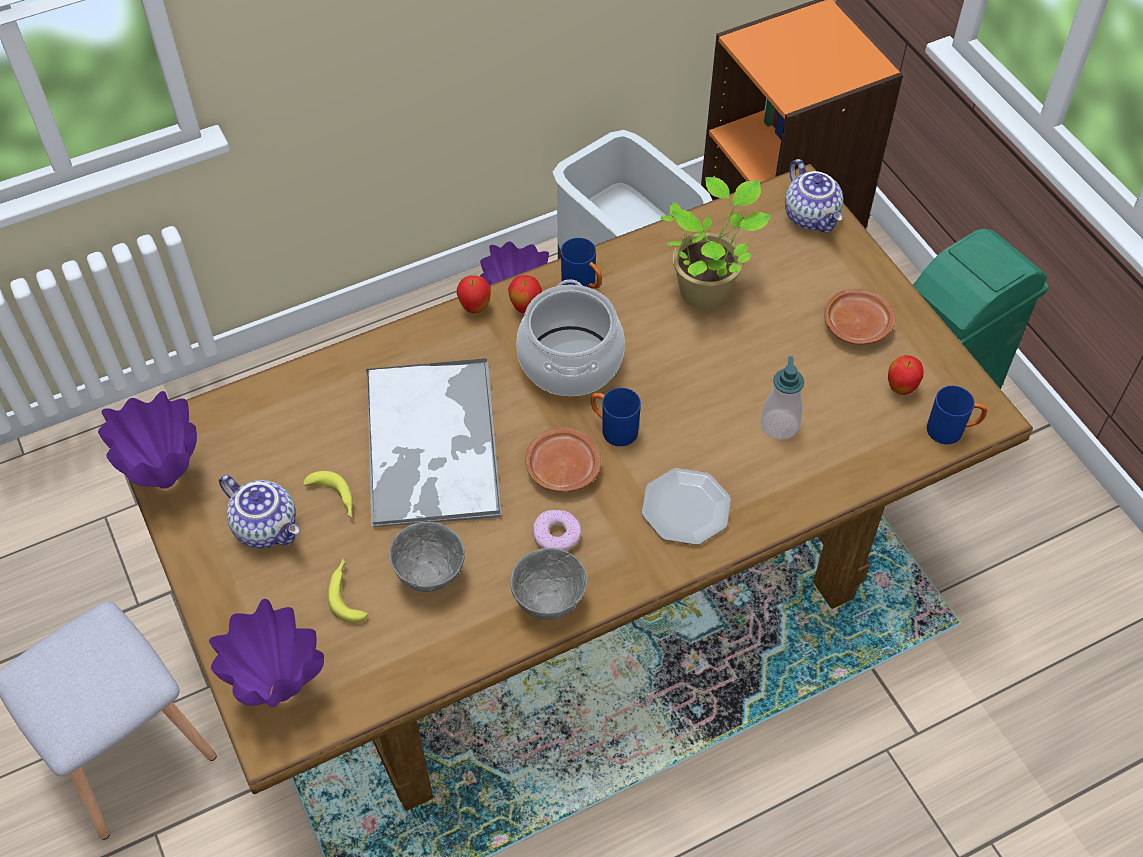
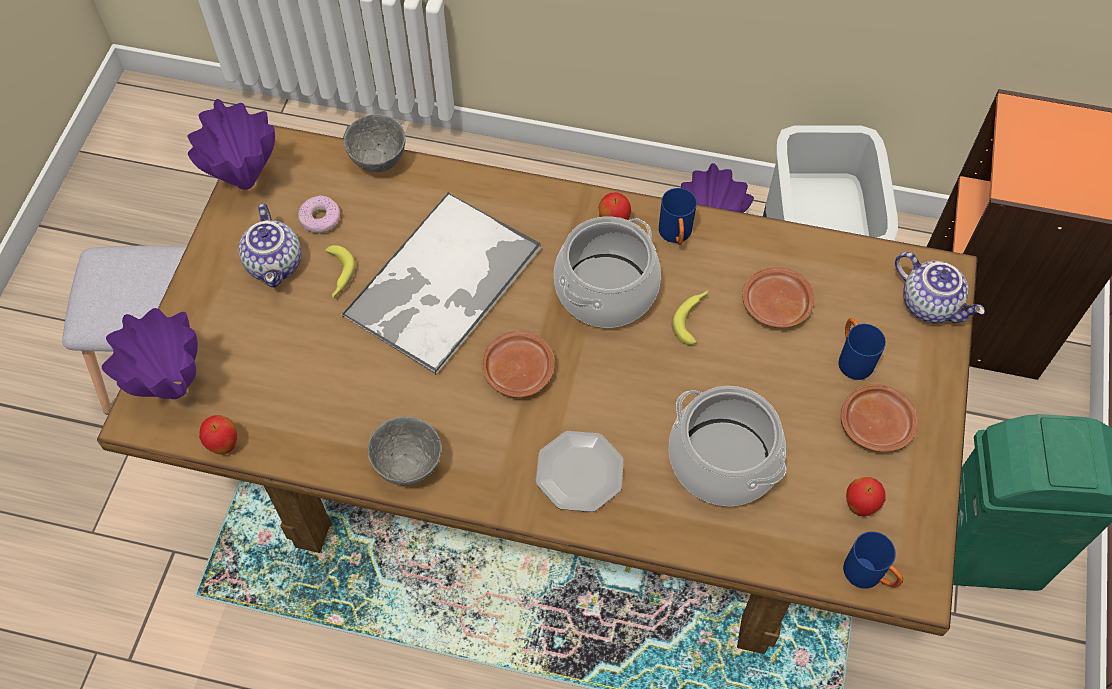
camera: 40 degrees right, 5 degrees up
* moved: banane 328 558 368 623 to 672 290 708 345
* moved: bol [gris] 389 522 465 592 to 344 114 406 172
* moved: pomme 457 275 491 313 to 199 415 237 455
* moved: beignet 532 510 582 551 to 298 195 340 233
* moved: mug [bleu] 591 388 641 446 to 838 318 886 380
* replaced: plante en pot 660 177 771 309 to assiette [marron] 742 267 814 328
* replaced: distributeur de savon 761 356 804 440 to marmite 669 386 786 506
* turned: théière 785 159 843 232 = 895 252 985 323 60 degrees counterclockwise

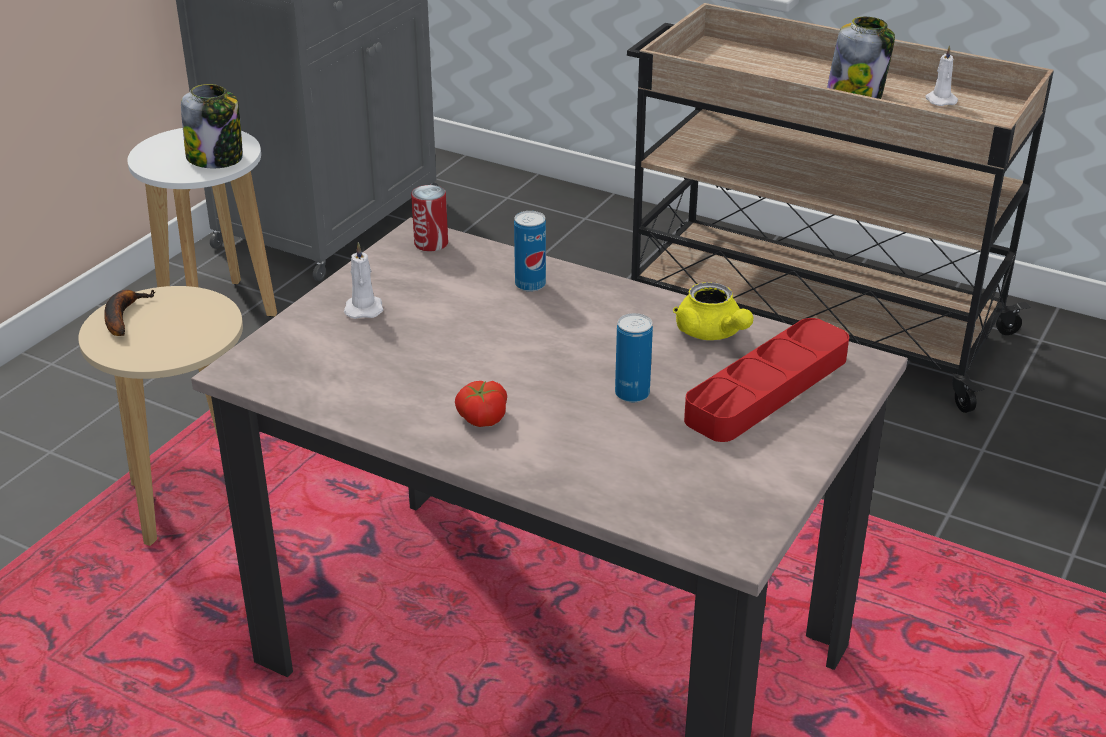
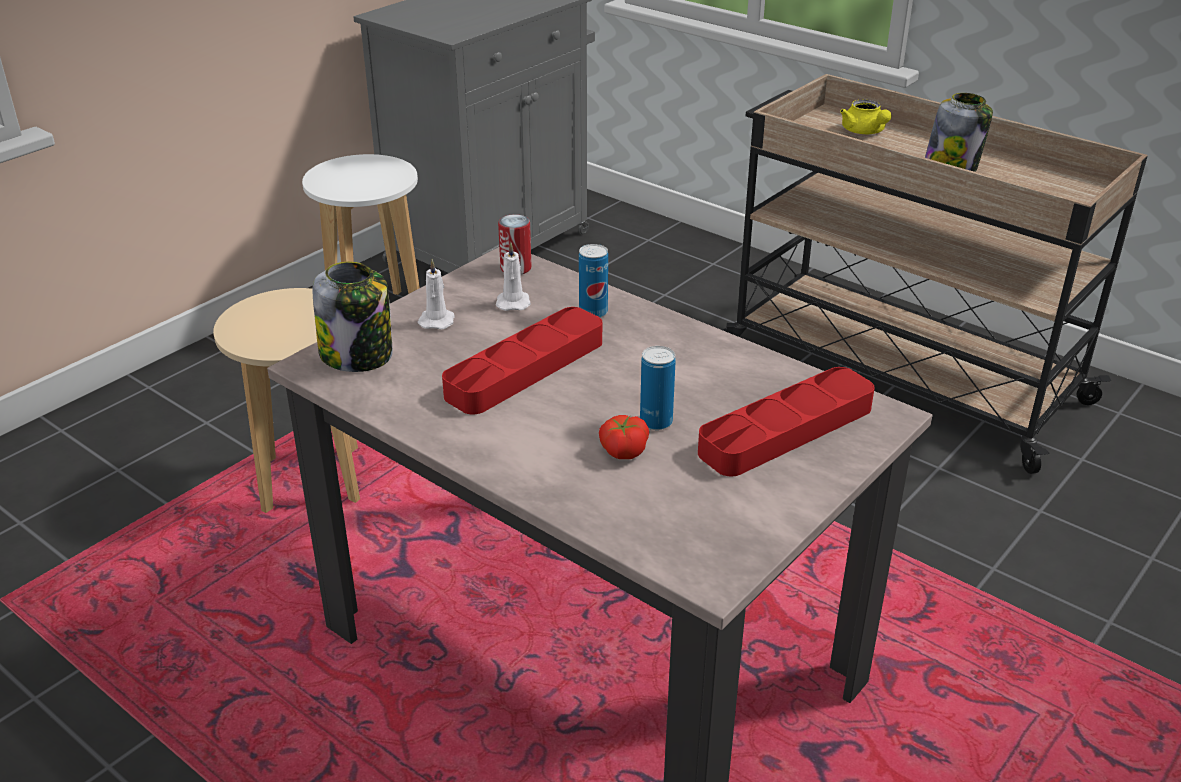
camera: 10 degrees right, 0 degrees up
* removed: banane 104 290 156 336
* moved: bocal 181 84 243 168 to 312 262 393 372
* moved: tomate 455 381 507 427 to 599 415 649 459
* moved: théière [jaune] 673 282 753 340 to 840 99 892 134
* moved: bougie [blanc] 925 45 958 106 to 496 242 531 311
* added: plateau [rouge] 442 307 602 414

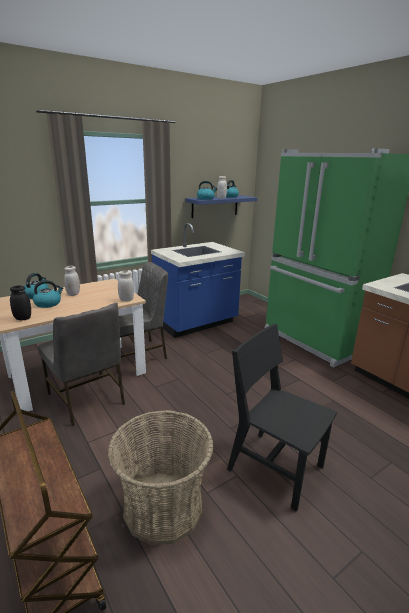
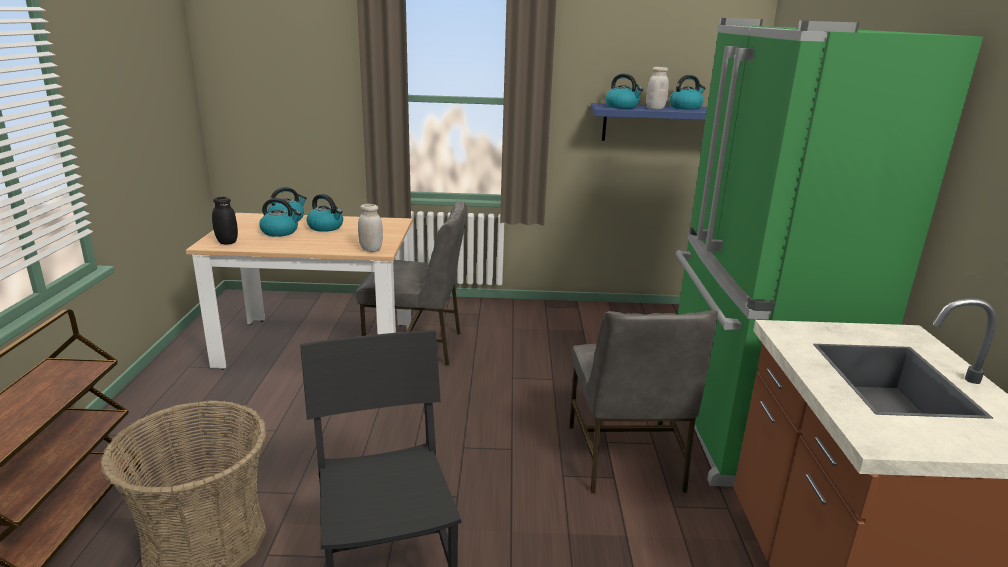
camera: 35 degrees right, 0 degrees up
* moved: chaise [gris] 38 303 125 426 to 569 310 718 494
* replaced: bocal [blanc] 64 266 80 296 to bouilloire 306 194 343 232
* removed: comptoir de cuisine [bleu] 151 223 245 338

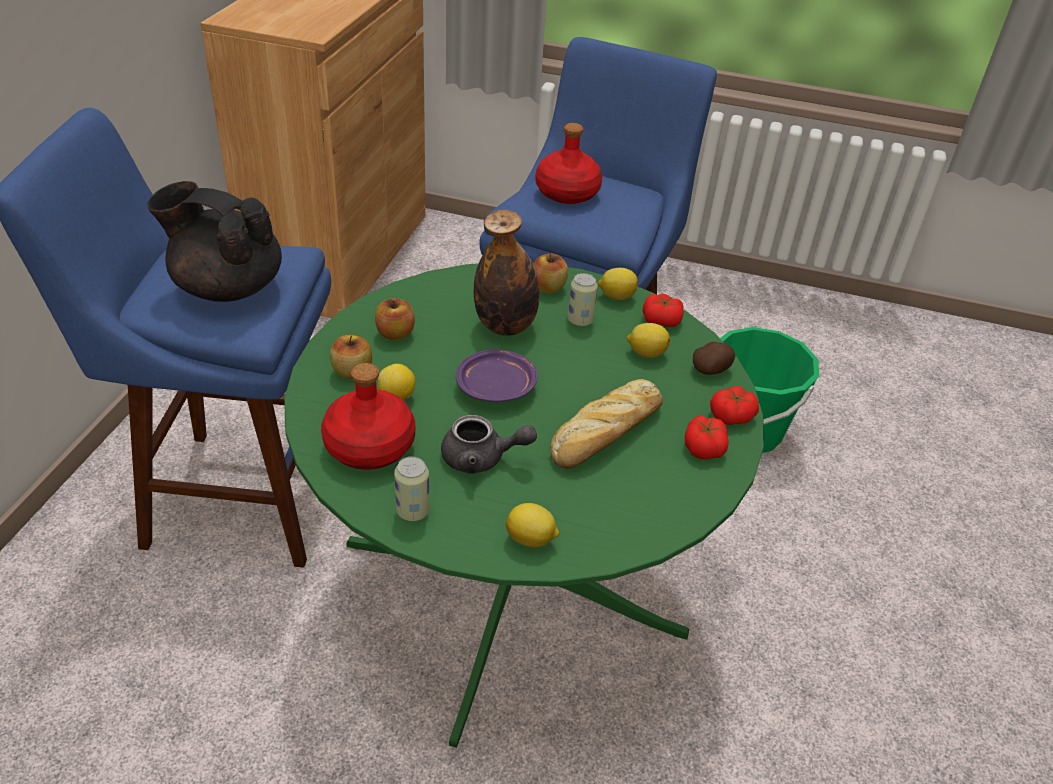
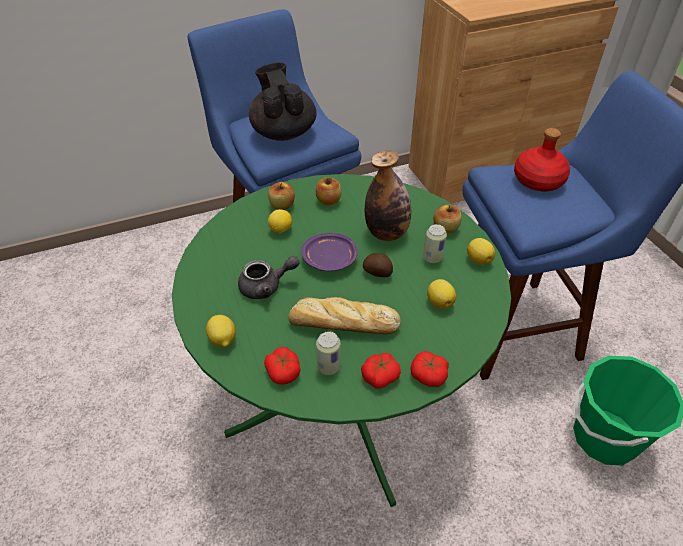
camera: 55 degrees right, 5 degrees up
* removed: bouteille [rouge] 321 363 415 470
* moved: boîte métallique 394 457 429 521 to 316 331 341 375
* turned: théière [gris] 441 415 537 474 = 238 256 300 299 75 degrees counterclockwise
* moved: tomate 643 294 684 327 to 264 347 301 384
* moved: pomme de terre 693 342 735 375 to 363 253 393 277

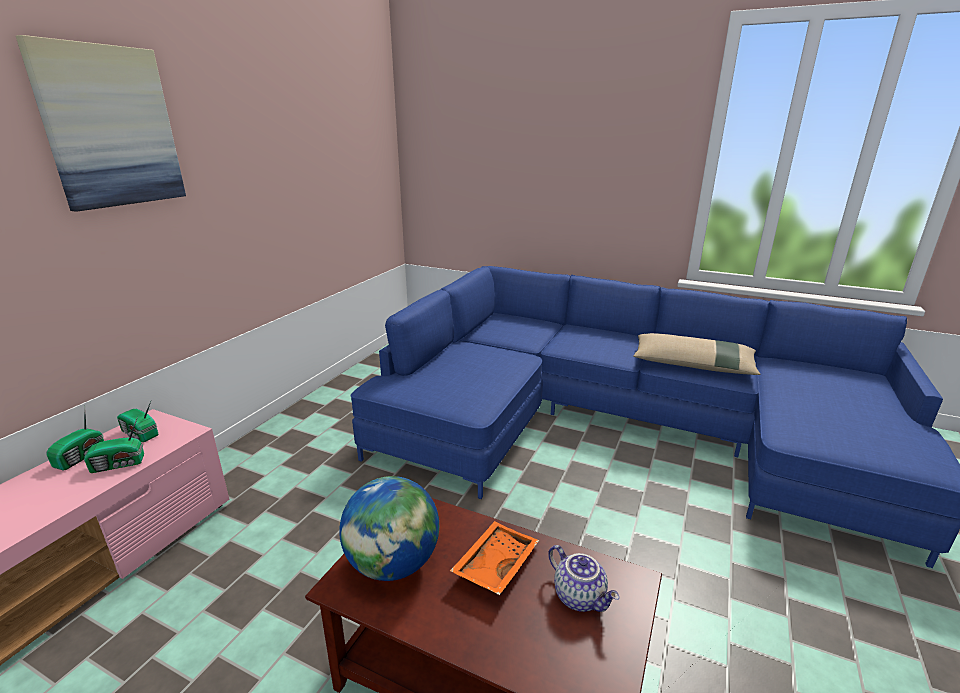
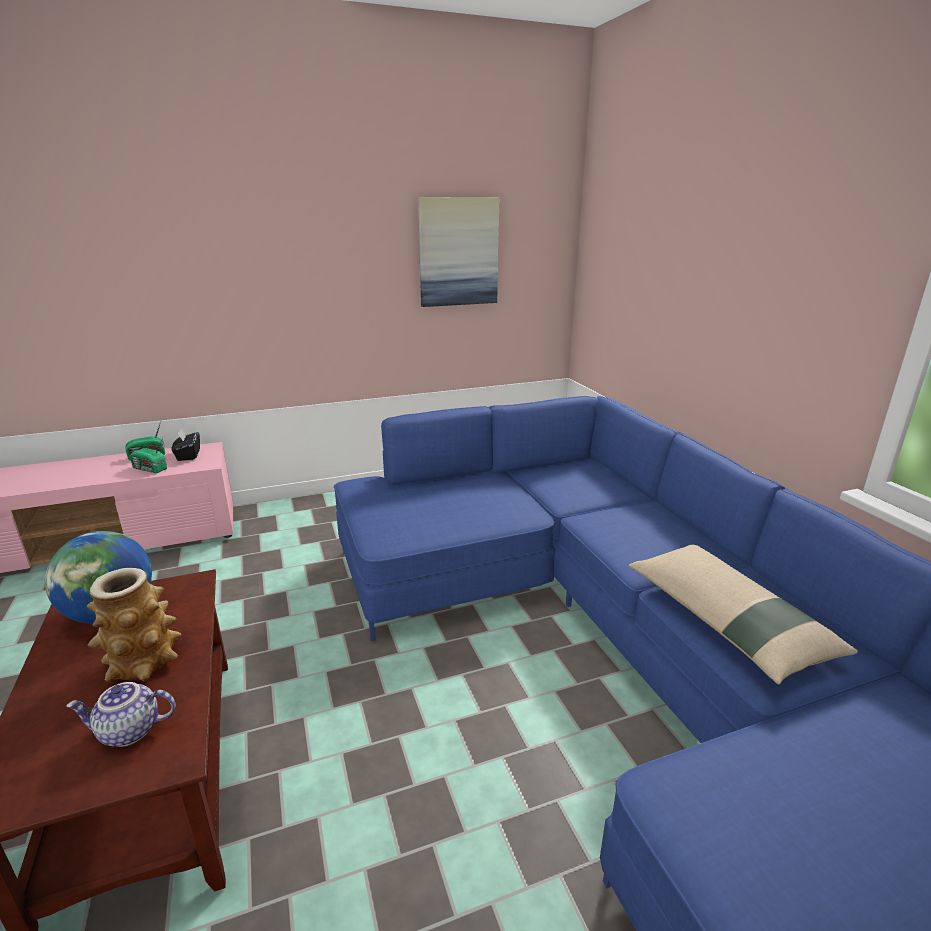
camera: 45 degrees right, 0 degrees up
* moved: tableau 16 35 186 212 to 418 197 499 307
* replaced: radio 117 401 159 442 to boîte à mouchoirs [noir] 171 428 200 461
* replaced: plateau [orange] 450 521 539 595 to vase 87 568 181 682
* turned: théière 548 545 619 612 = 66 682 176 747 75 degrees clockwise

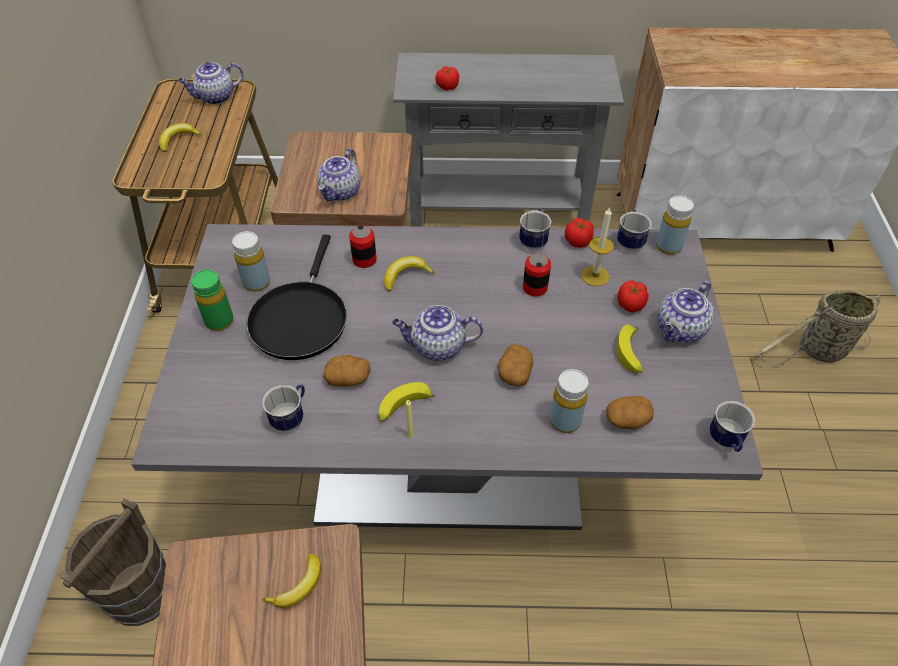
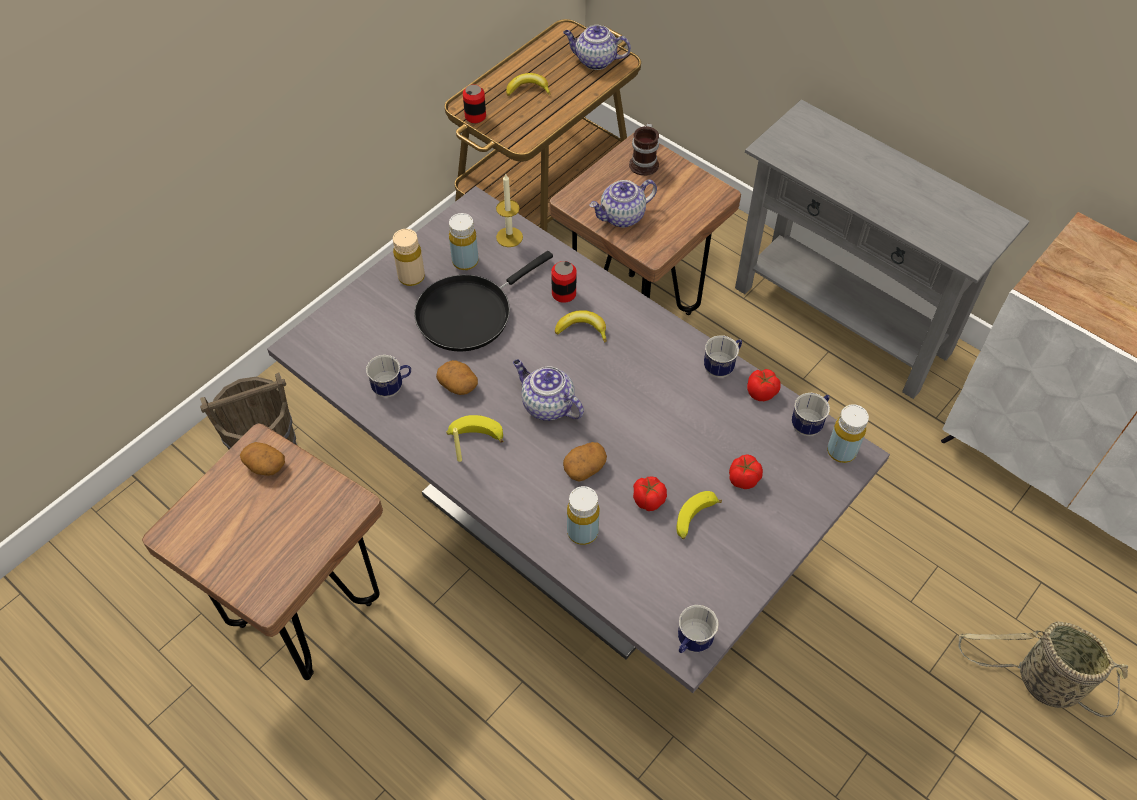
camera: 40 degrees right, 5 degrees up
* recoloured: bouteille [vert] 191 270 234 331 to bouteille [beige] 393 229 425 286
* removed: banane 262 553 321 608
* moved: tomate 435 66 459 91 to 633 476 667 511
* moved: boîte métallique 523 253 551 297 to 463 85 486 123
* moved: bougie 581 207 614 286 to 496 174 523 247
* moved: pomme de terre 606 396 654 430 to 240 442 285 476
* removed: théière 658 281 714 342
* added: mug 629 123 659 176

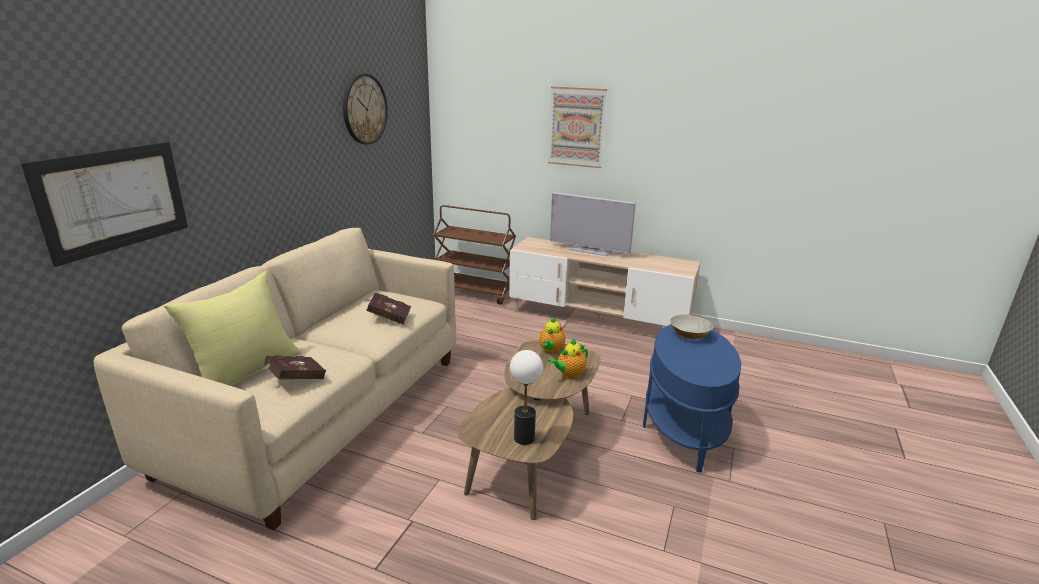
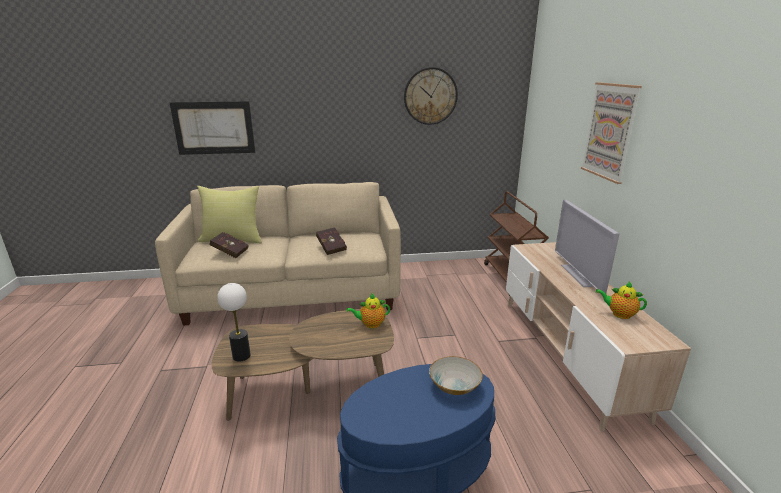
camera: 60 degrees right, 0 degrees up
* moved: théière 548 339 588 378 to 596 282 647 319

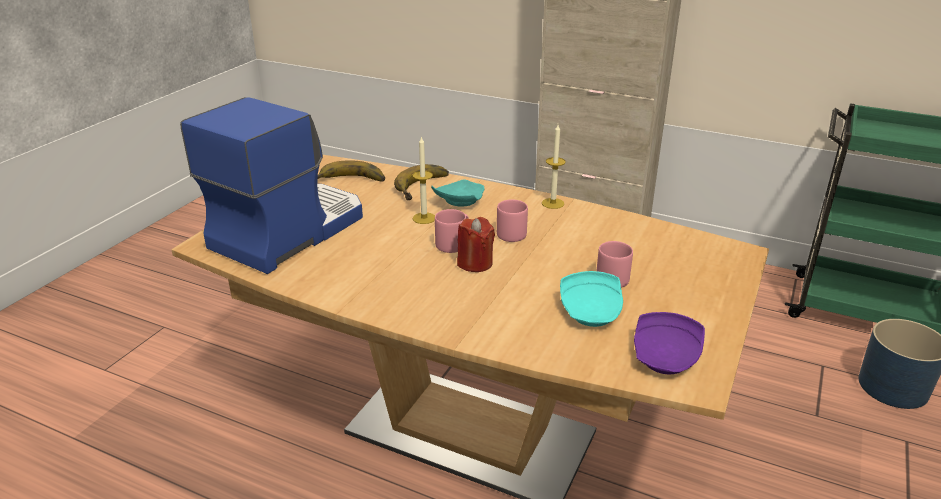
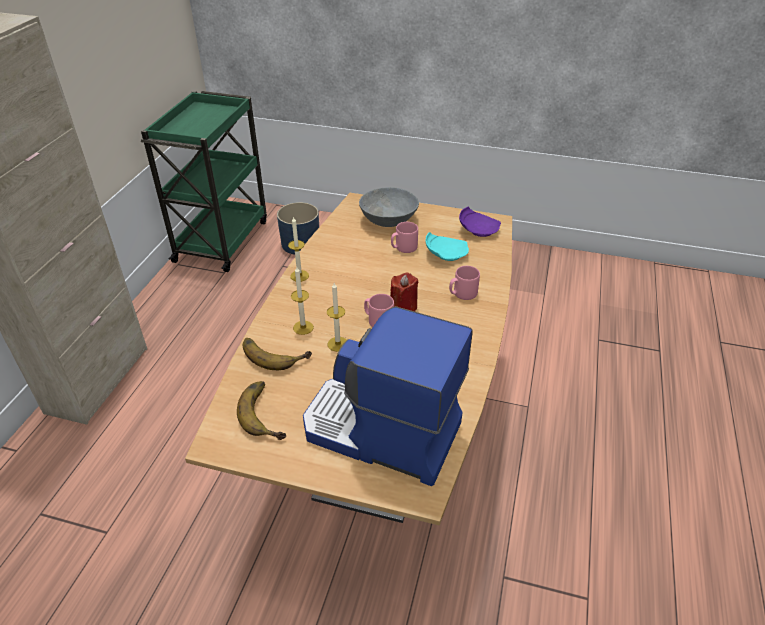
camera: 100 degrees left, 10 degrees up
* replaced: assiette [turquoise] 431 180 485 207 to bougie 291 267 314 335
* moved: mug [rose] 497 199 528 242 to 449 266 480 300
* added: bol [gris] 359 187 419 227

